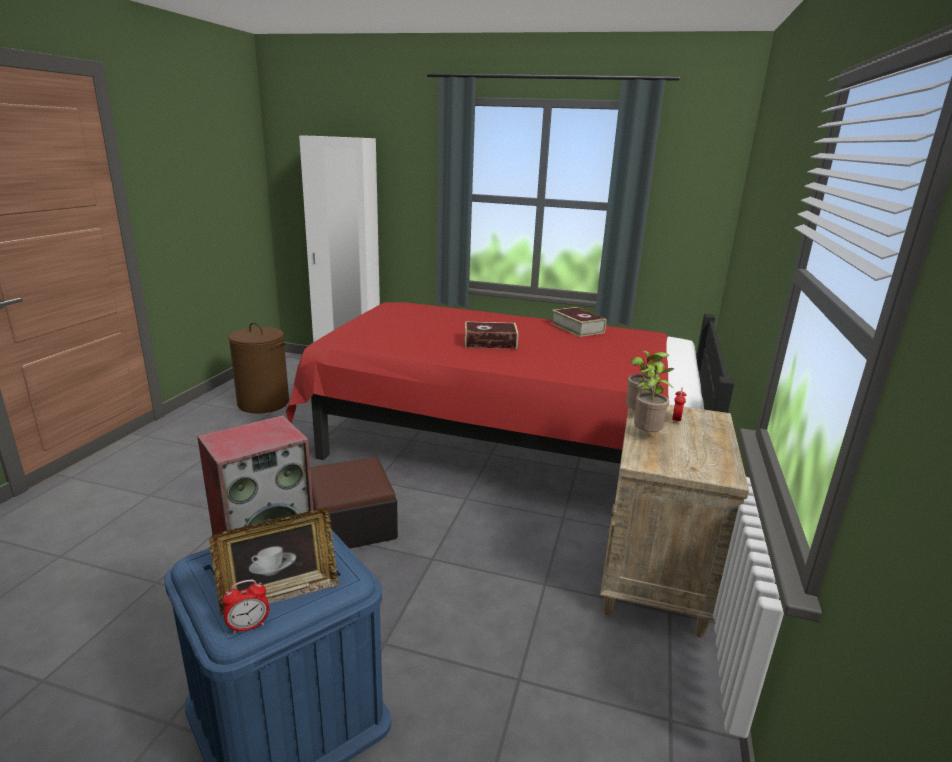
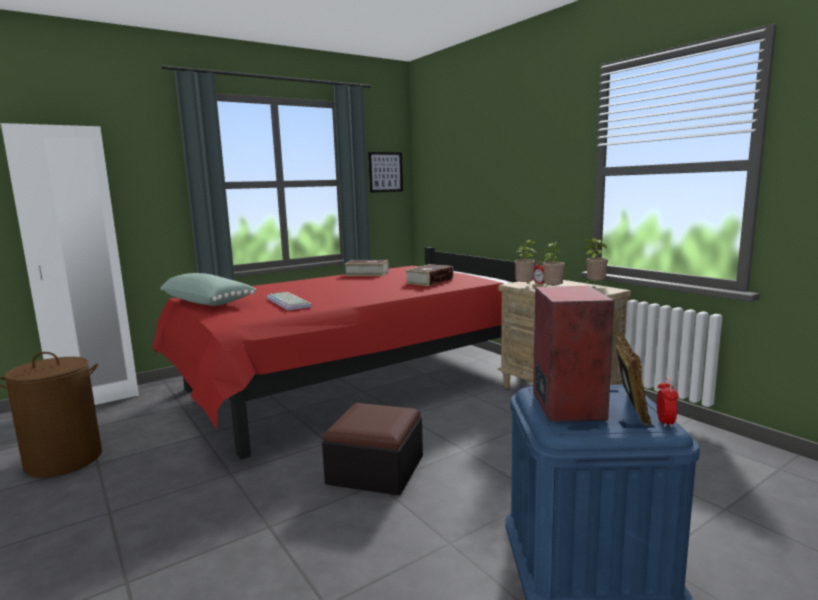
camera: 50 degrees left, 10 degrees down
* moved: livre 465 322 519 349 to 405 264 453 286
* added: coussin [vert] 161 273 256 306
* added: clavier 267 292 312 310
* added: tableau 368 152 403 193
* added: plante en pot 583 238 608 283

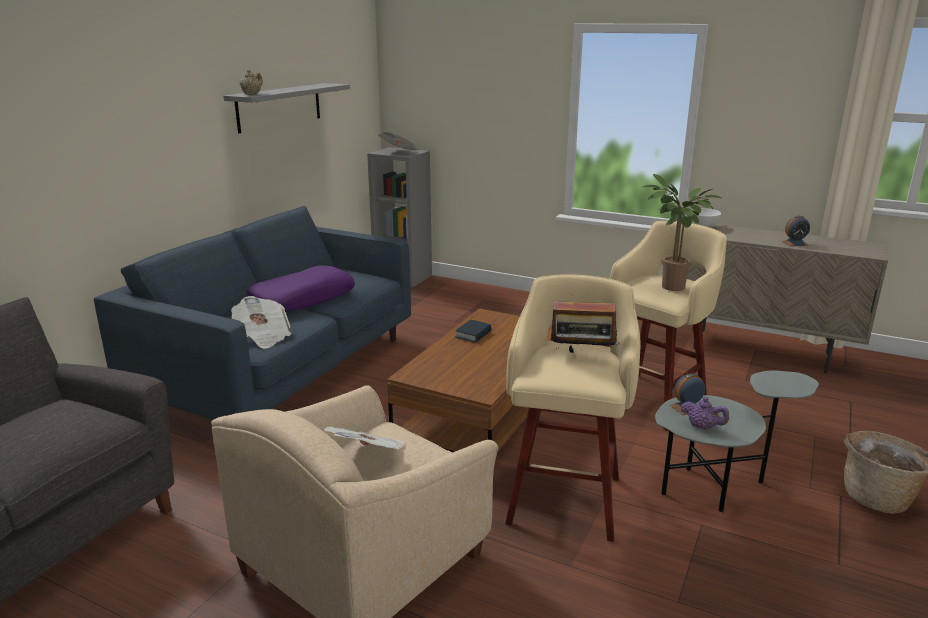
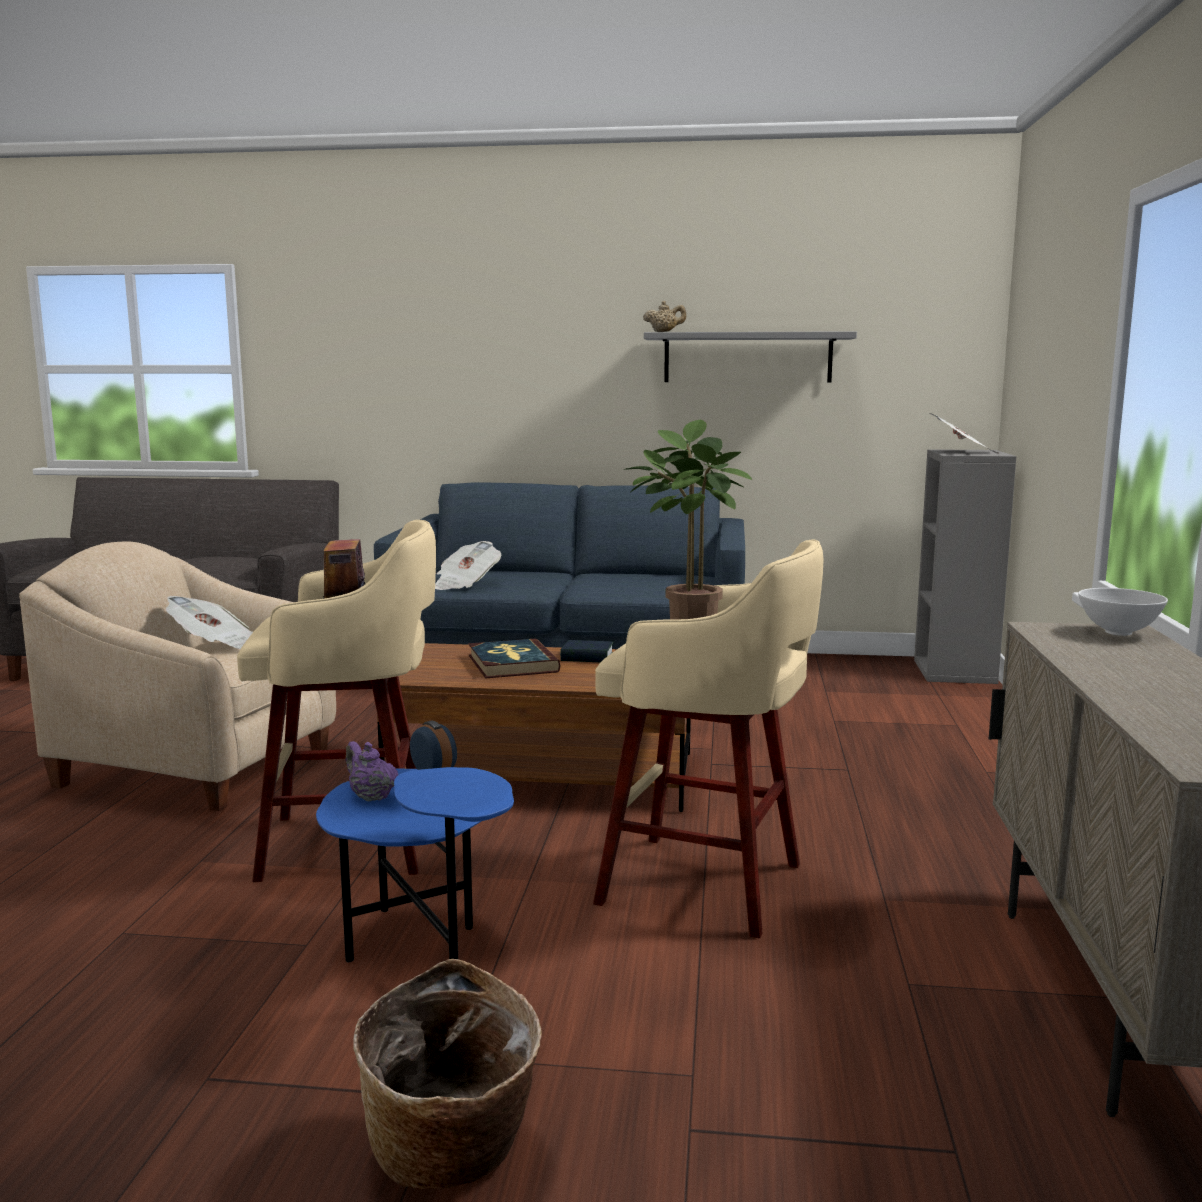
camera: 70 degrees right, 10 degrees down
* removed: coussin [violet] 247 265 355 312
* recoloured: table d'appoint [gris] 655 370 819 512 to table d'appoint [bleu] 316 767 514 962
* turned: théière [violet] 681 397 729 429 = 345 741 398 802 120 degrees clockwise
* removed: réveil 782 216 810 247
* added: livre 468 638 560 678

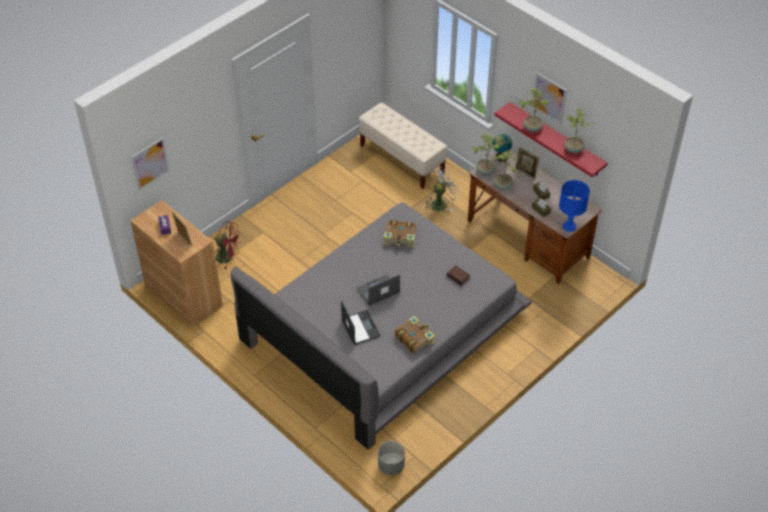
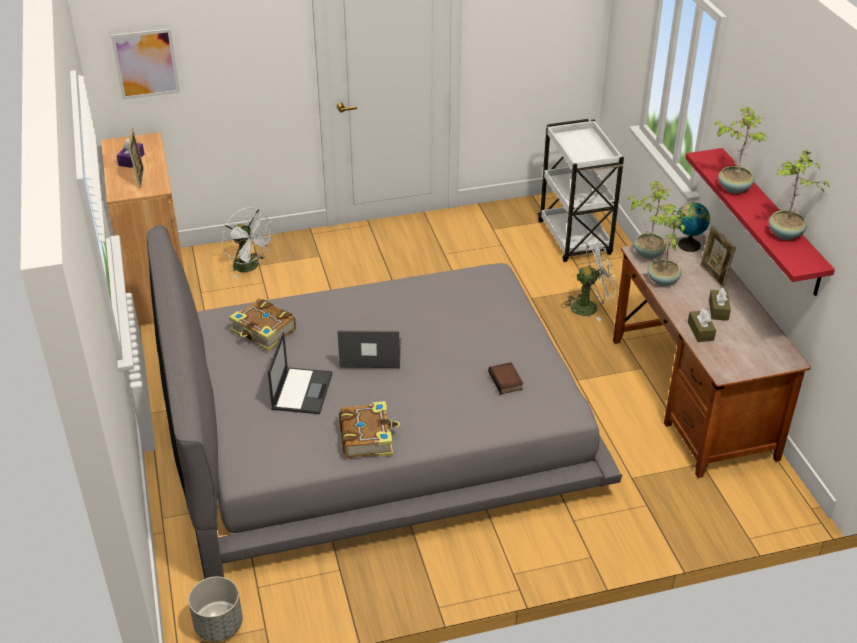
camera: 30 degrees right, 10 degrees down
* recoloured: ventilateur [rouge] 215 221 241 269 to ventilateur [blanc] 222 207 276 279
* replaced: banc [beige] 359 103 447 189 to chariot [blanc] 538 119 624 262
* moved: livre 384 220 416 247 to 229 299 296 351
* removed: tableau 532 72 567 125
* removed: lampe de table [bleu] 559 180 590 232

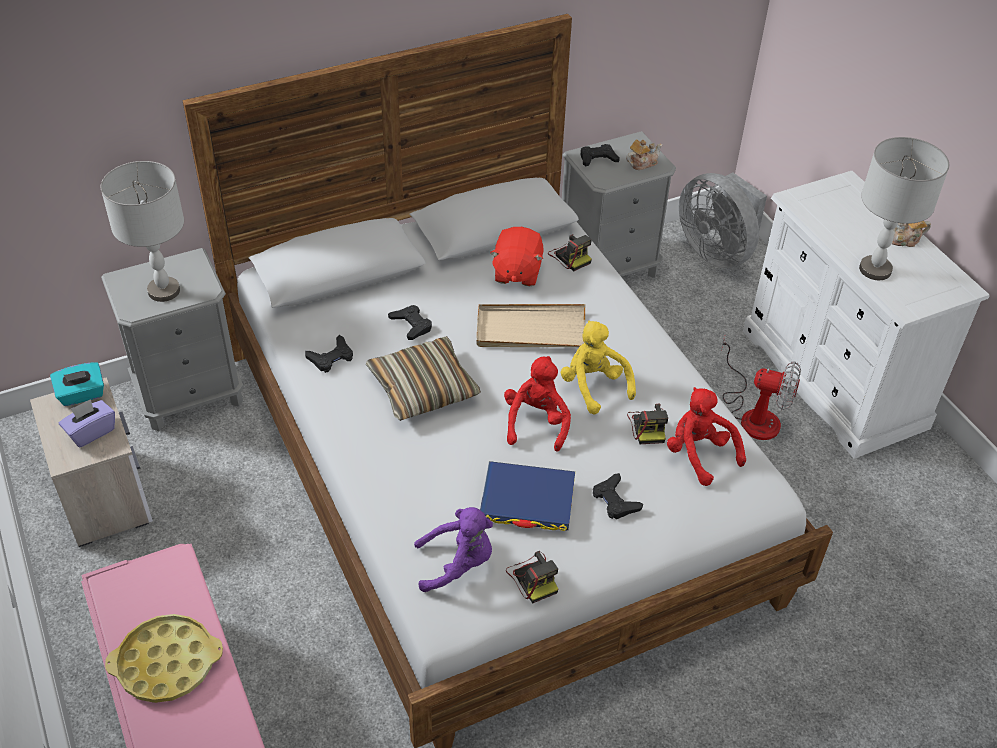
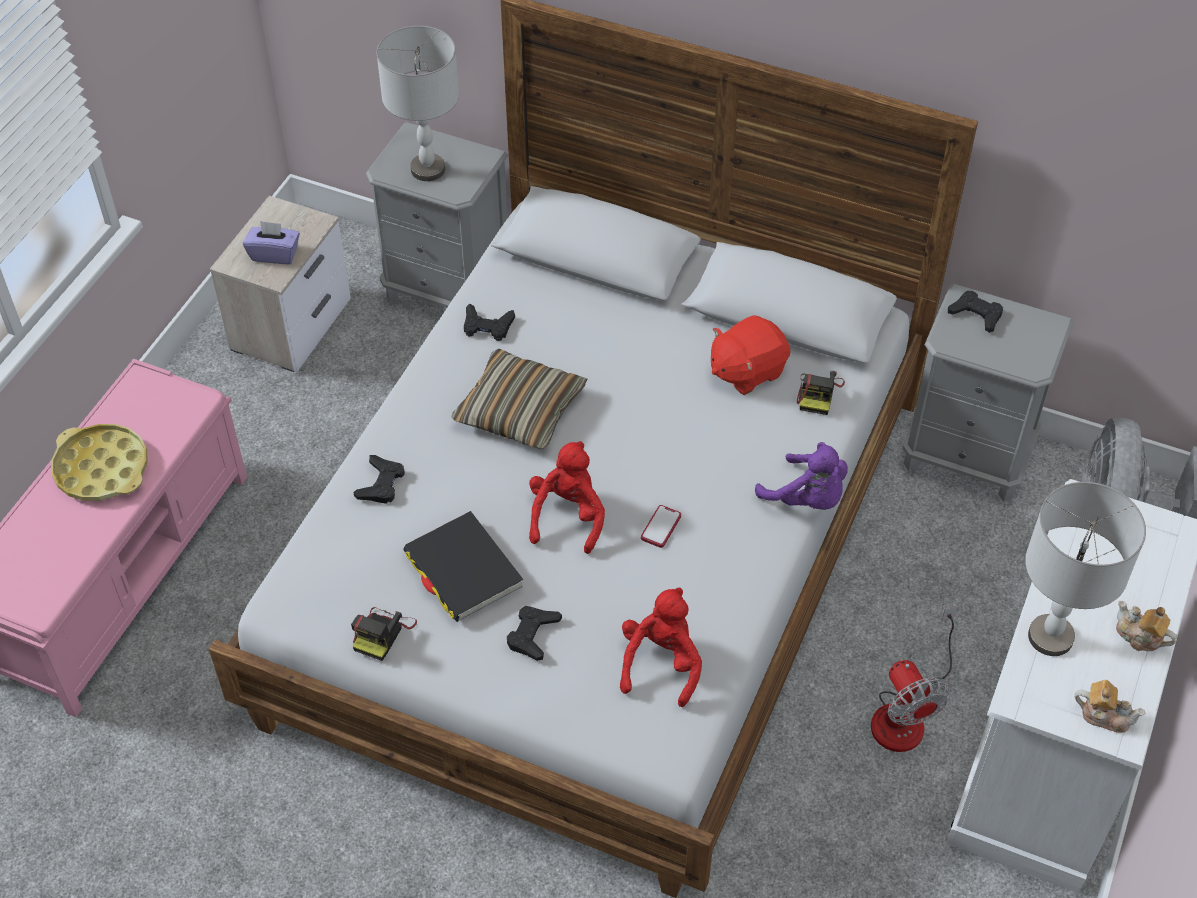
camera: 50 degrees right, 5 degrees up
* removed: boîte à mouchoirs [turquoise] 50 363 104 406
* moved: manette [noir] 388 305 432 340 to 353 455 405 504
* moved: peluche [violet] 414 507 493 592 to 755 442 848 510
* removed: plateau [beige] 477 304 586 347
* recoloured: livre [bleu] 480 461 575 531 to livre [noir] 403 511 523 622
* turned: peluche [rouge] 504 356 571 452 = 529 441 605 554 45 degrees counterclockwise
* replaced: peluche [jaune] 561 320 636 415 to téléphone 641 505 681 548
* moved: théière 626 140 662 170 to 1075 680 1145 733
* removed: appareil photo 627 404 668 444

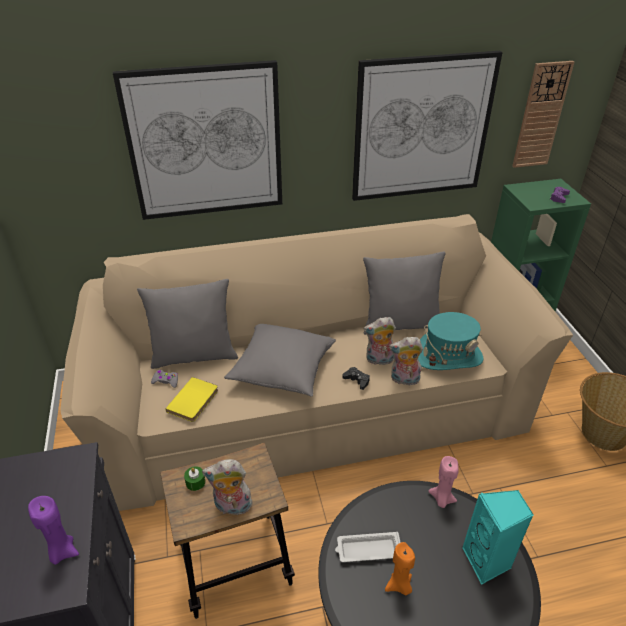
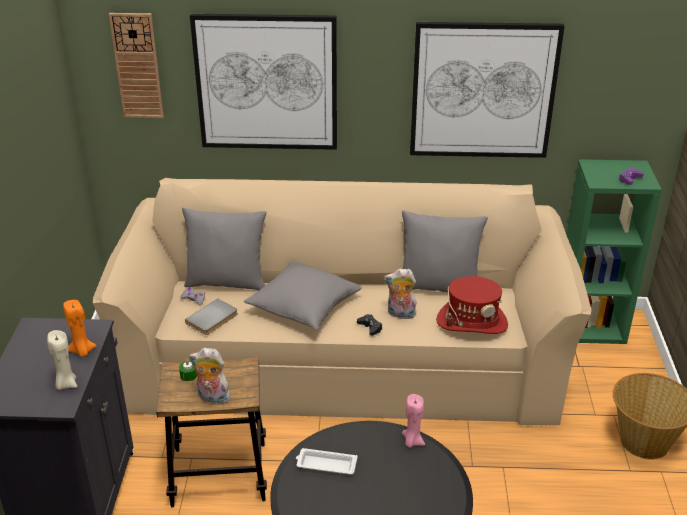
camera: 15 degrees right, 5 degrees down
* recoloured: bougie [violet] 28 496 79 565 to bougie [beige] 47 330 77 390
* recoloured: livre [jaune] 165 377 218 422 to livre [gris] 185 298 238 335
* moved: bougie [orange] 385 542 415 595 to 63 300 97 357
* removed: peluche 389 337 423 385
* recoloured: chapeau [turquoise] 418 312 484 370 to chapeau [rouge] 436 276 508 334
* removed: enceinte [turquoise] 462 490 534 585
* moved: horloge murale 512 61 575 168 to 109 13 164 118

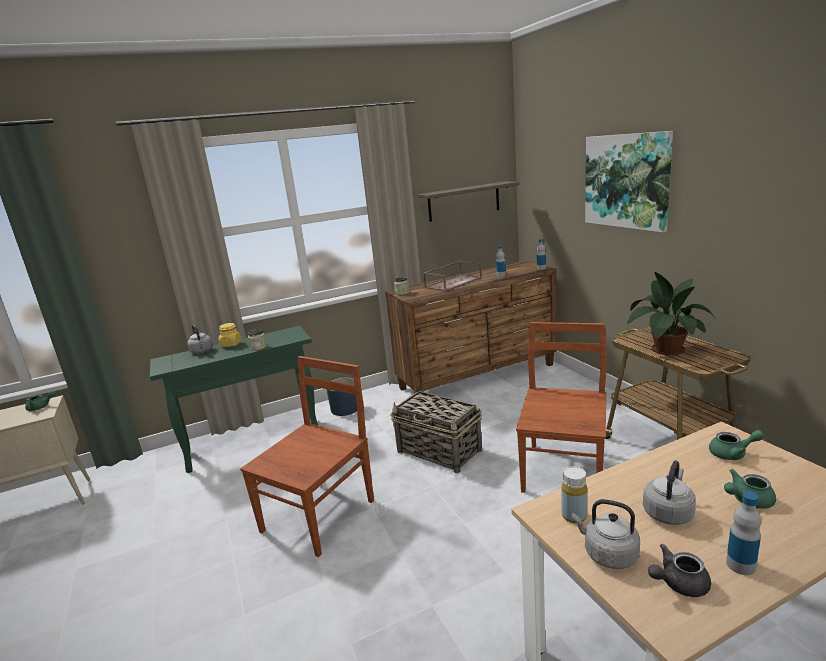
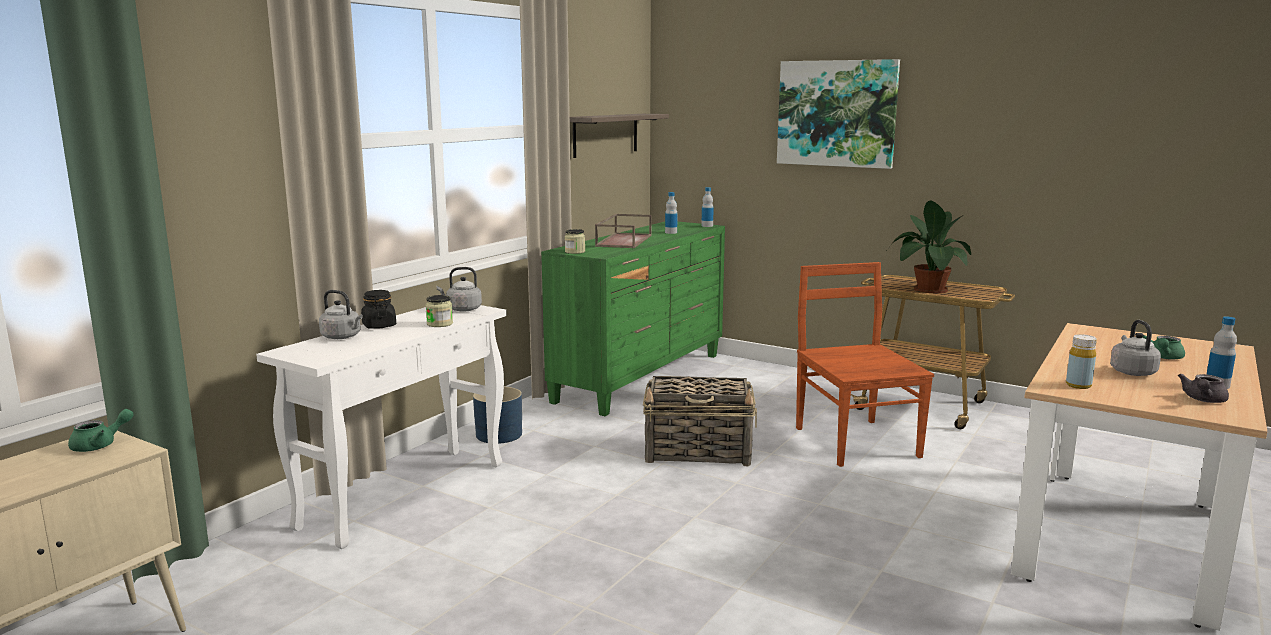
camera: 35 degrees left, 5 degrees down
* recoloured: table console [vert] 150 326 318 473 to table console [blanc] 256 305 507 549
* recoloured: bocal [jaune] 219 323 242 347 to bocal [noir] 361 290 396 329
* removed: chaise [marron] 240 356 374 557
* recoloured: commode [marron] 385 261 557 394 to commode [vert] 541 221 725 416
* moved: bouilloire [gris] 572 499 640 569 to 436 267 482 312
* removed: théière [vert] 709 430 764 460

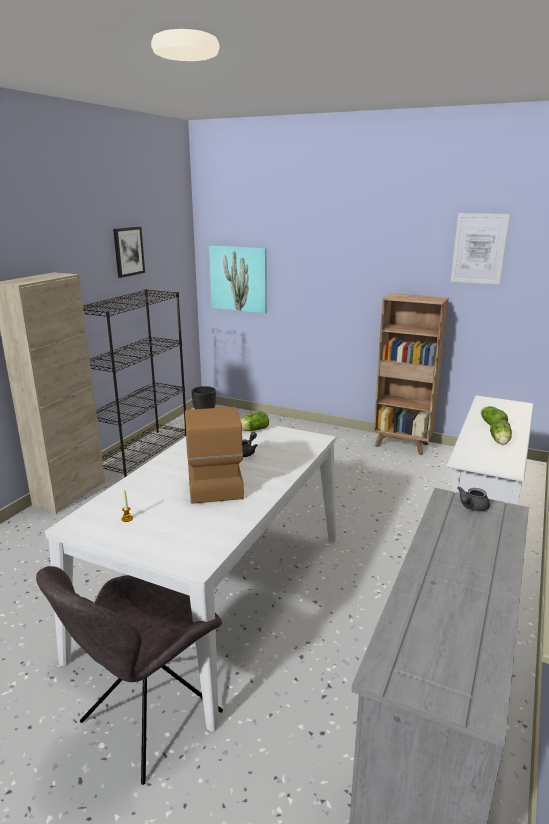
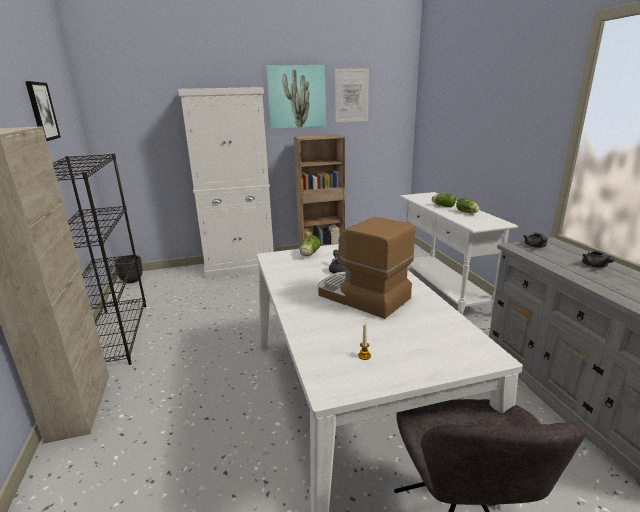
camera: 40 degrees left, 0 degrees up
* moved: tableau 209 246 267 313 to 266 65 326 129
* added: meuble de rangement [blanc] 178 87 274 278
* added: théière [gris] 582 250 615 268

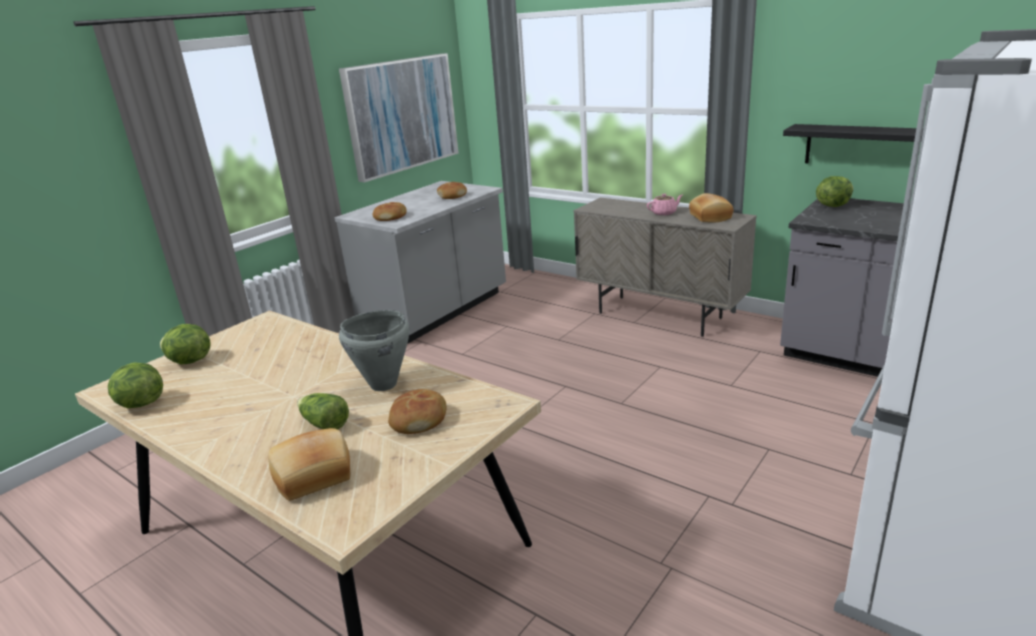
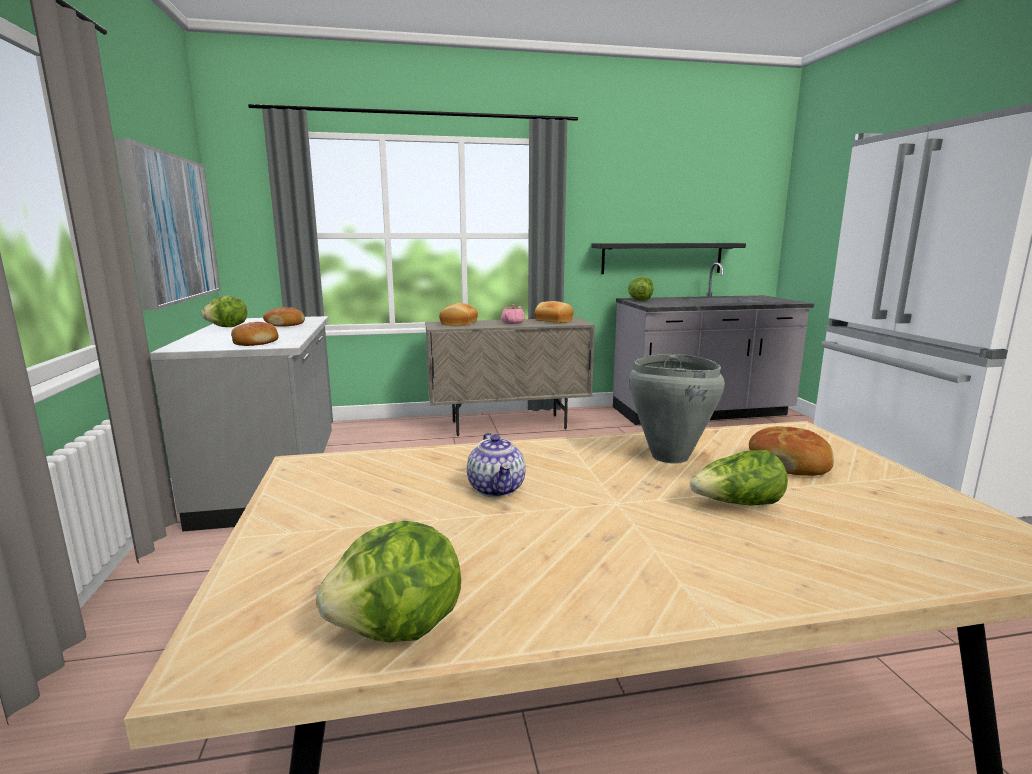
camera: 50 degrees left, 10 degrees down
* moved: laitue 160 324 211 364 to 201 295 247 327
* moved: pain 268 428 350 501 to 439 303 478 326
* added: théière 467 433 526 497

